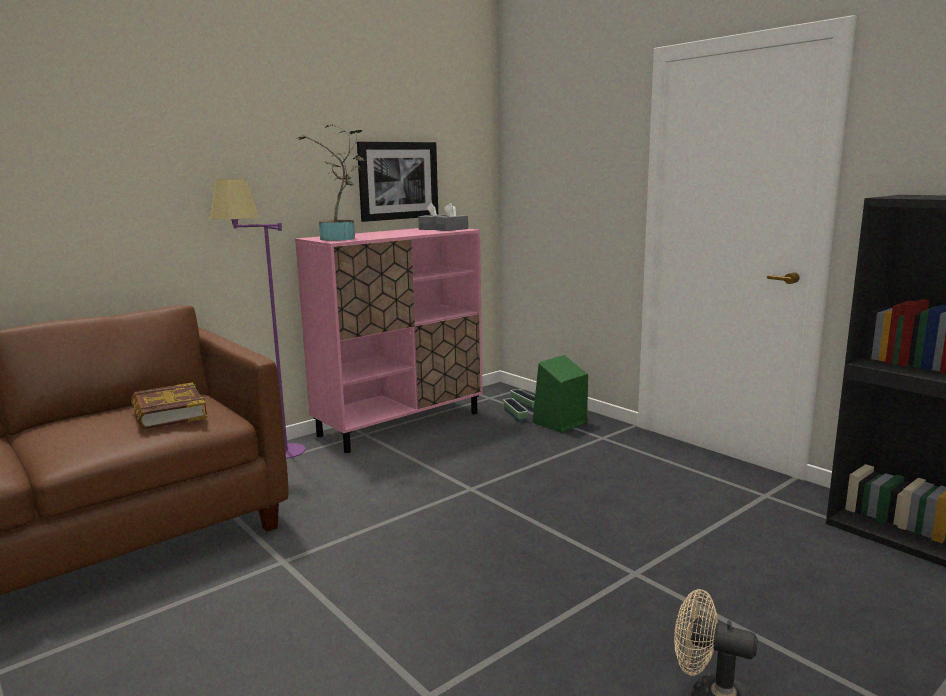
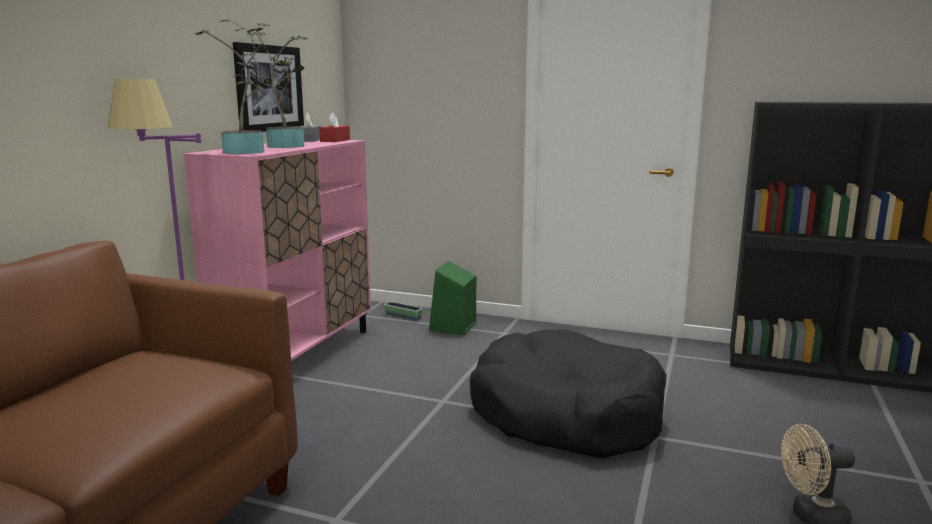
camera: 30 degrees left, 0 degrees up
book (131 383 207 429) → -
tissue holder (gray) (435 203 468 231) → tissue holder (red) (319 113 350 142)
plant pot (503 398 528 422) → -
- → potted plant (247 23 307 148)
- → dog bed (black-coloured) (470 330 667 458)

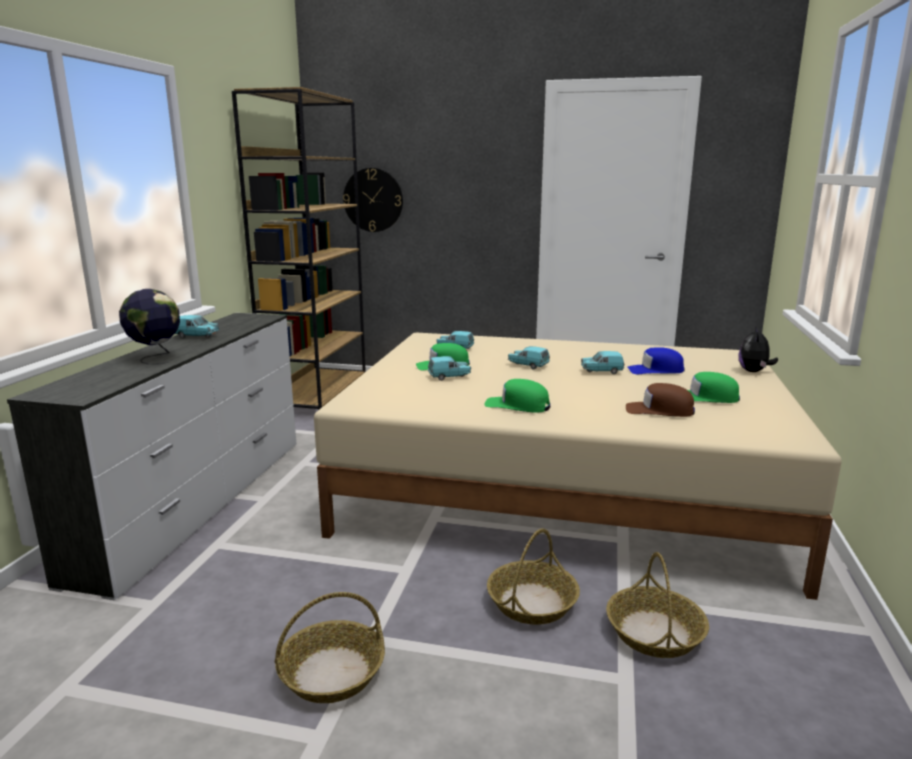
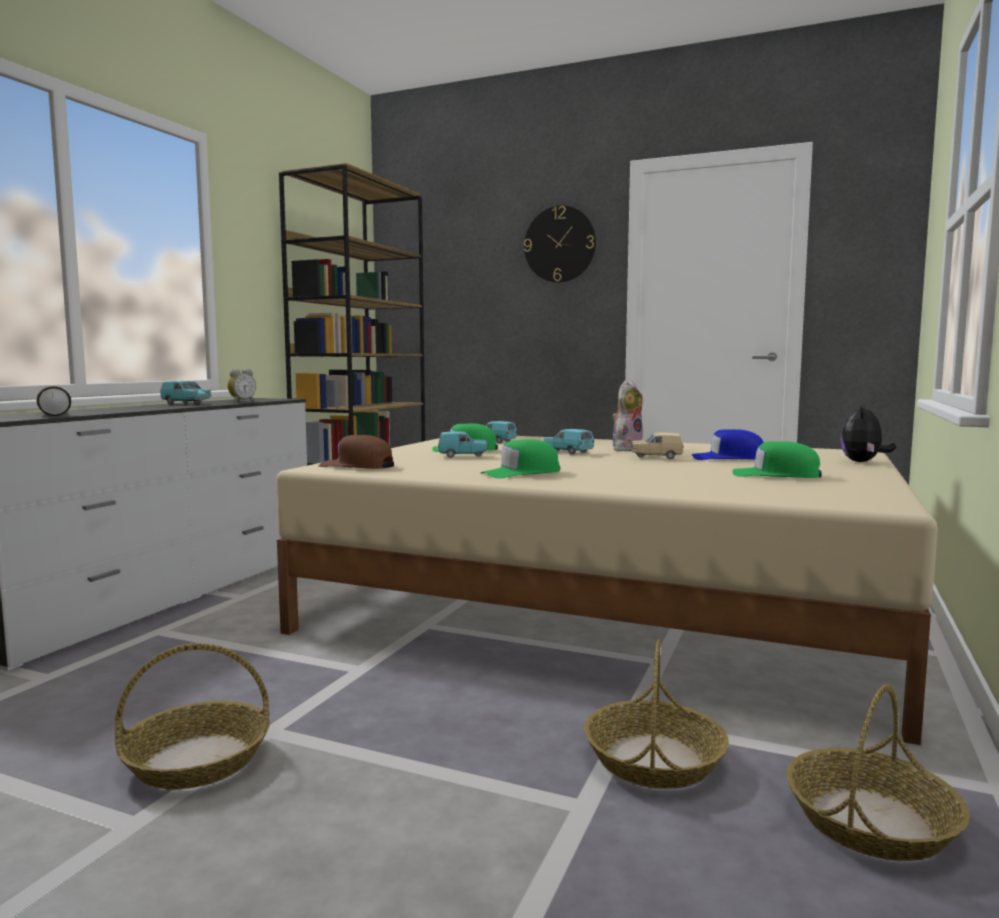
camera: 10 degrees right, 10 degrees down
globe (119 289 180 365) → -
hanging clock (343 168 403 232) → hanging clock (524 205 596 283), shifted
baseball cap (green) (484 379 550 413) → baseball cap (green) (481 439 560 478), 60 degrees counterclockwise
basket (487 528 580 625) → basket (786 684 970 861), shifted
toy car (turquoise) (581 351 624 374) → toy car (beige-coloured) (631 432 684 459)
baseball cap (brown-coloured) (626 383 695 417) → baseball cap (brown-coloured) (318 435 394 469), shifted
- → flashlight (36 386 71 416)
- → alarm clock (228 369 256 403)
- → plush toy (613 380 643 451)

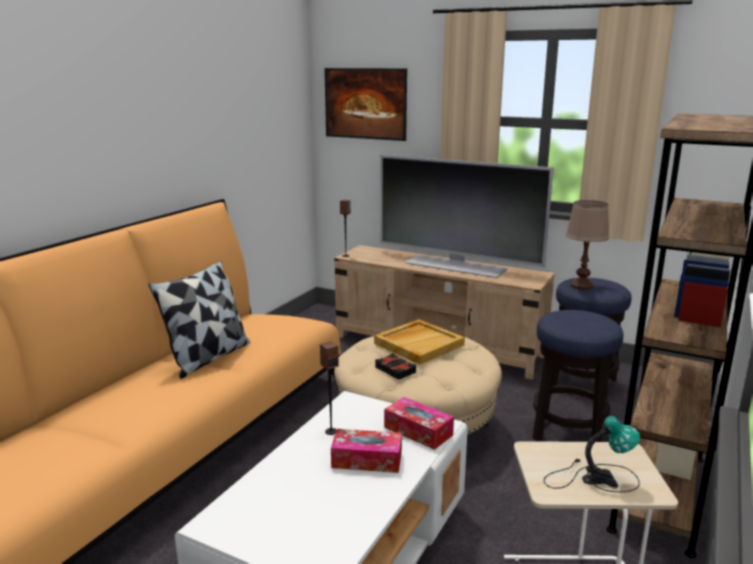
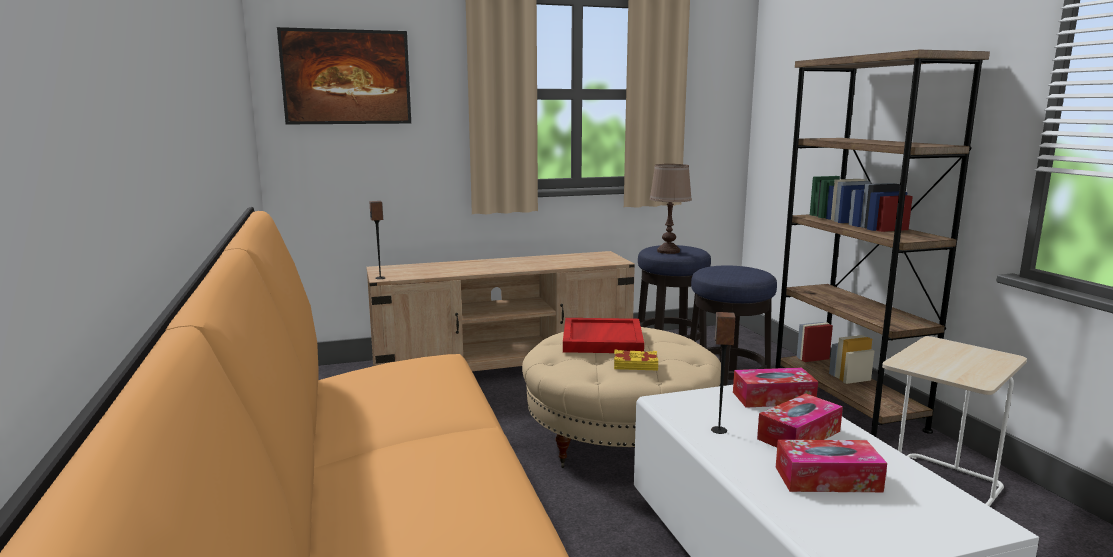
camera: 45 degrees left, 5 degrees down
cushion (148 261 250 379) → -
serving tray (beige-coloured) (374 319 465 365) → serving tray (red) (563 318 644 353)
book (black-coloured) (375 353 416 380) → book (yellow) (614 350 658 370)
TV set (380 155 554 278) → -
lamp for a table (544 416 640 492) → -
- → tissue holder (776 440 887 492)

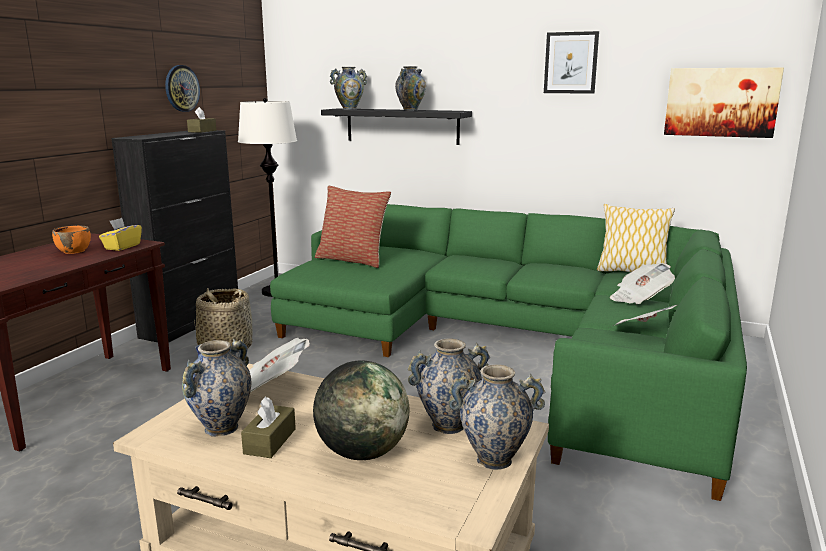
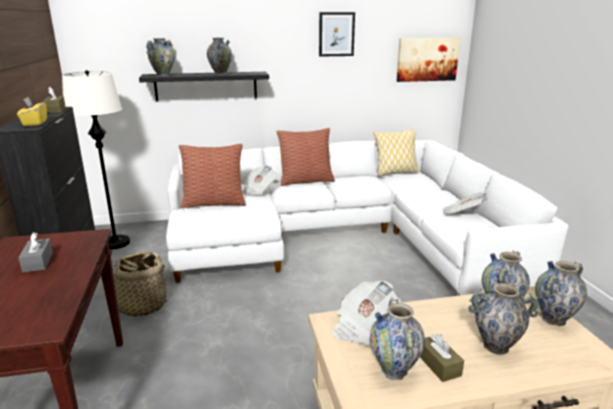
camera: 35 degrees left, 5 degrees up
bowl (orange) (52 226 91 254) → tissue holder (gray) (18 232 53 273)
tissue holder (yellow) (99 218 142 251) → tissue holder (yellow) (17 97 47 126), shifted
hanging clock (165 65 200 112) → -
couch (green) (270 204 747 501) → couch (whitish) (166 140 569 296)
globe (313 360 409 460) → decorative vase (469 283 540 355)
printed paper (610 263 675 304) → printed paper (242 166 277 195), shifted
- → cushion (276 128 335 186)

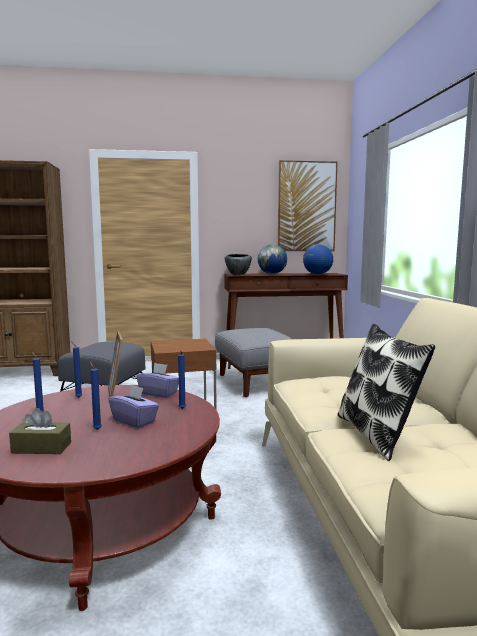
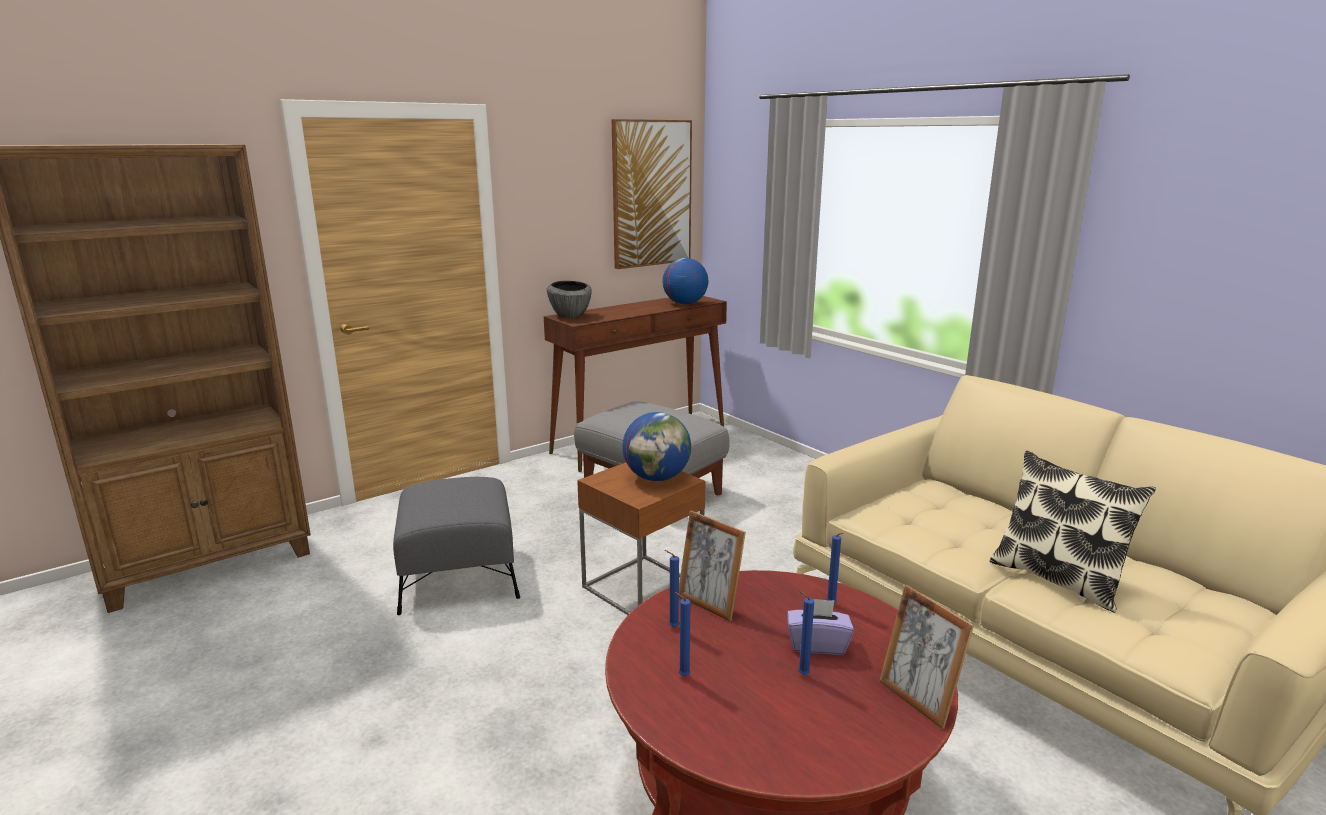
camera: 30 degrees left, 10 degrees up
tissue holder (brown-coloured) (9 408 71 454) → -
tissue holder (purple-coloured) (136 363 179 398) → -
globe (258 244 287 274) → globe (622 412 691 481), shifted
- → photo frame (879 585 974 729)

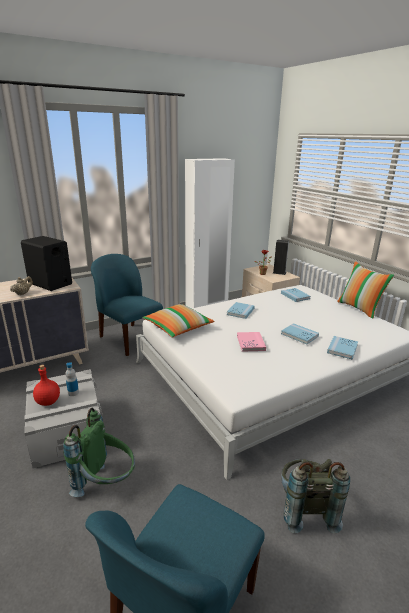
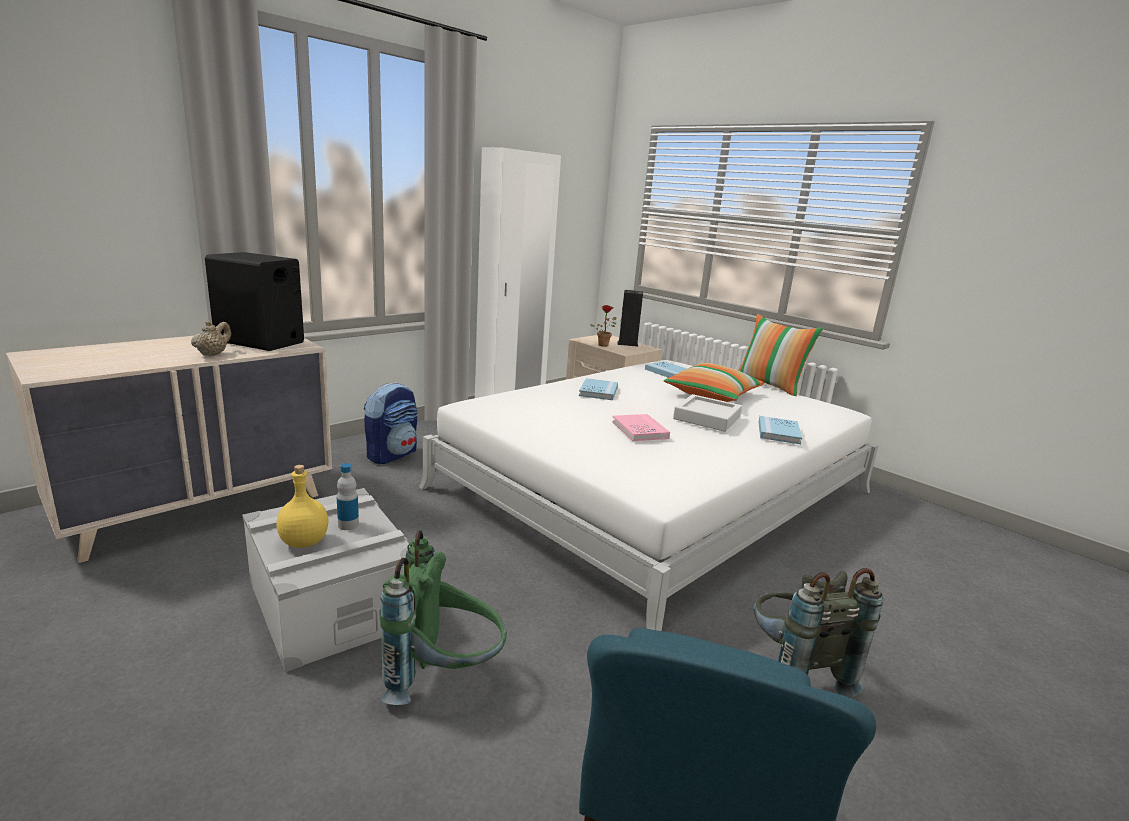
camera: 15 degrees left, 5 degrees down
bottle (red) (33 365 60 406) → bottle (yellow) (276 465 329 548)
plain chair (blue-coloured) (91 254 163 356) → backpack (364 382 418 464)
cushion (143 304 214 338) → cushion (664 363 764 402), shifted
book (blue-coloured) (281 323 319 344) → serving tray (gray) (673 394 742 432)

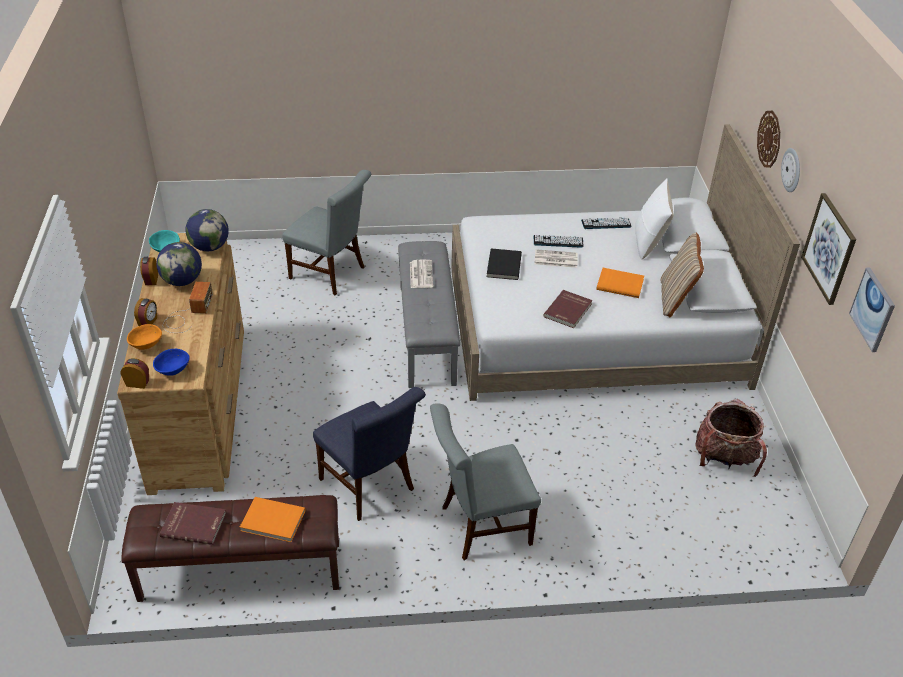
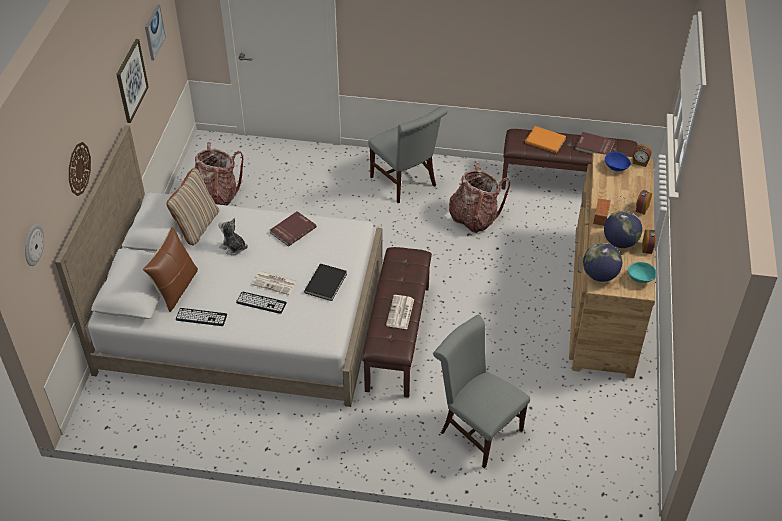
camera: 165 degrees left, 5 degrees up
bowl (orange) (127 324 162 350) → -
plain chair (blue-coloured) (313 387 426 521) → backpack (449 163 510 233)
indoor bench (gray) (398 241 460 388) → indoor bench (brown-coloured) (362 247 432 398)
plain chair (gray) (430 403 541 560) → plain chair (gray) (368 107 448 203), 60 degrees clockwise
book (orange) (596 268 644 298) → plush toy (218 218 248 255)
cushion (whitish) (635 179 674 259) → cushion (brown-coloured) (143 227 198 312)
hanging clock (781 148 800 192) → hanging clock (25 224 44 266), shifted

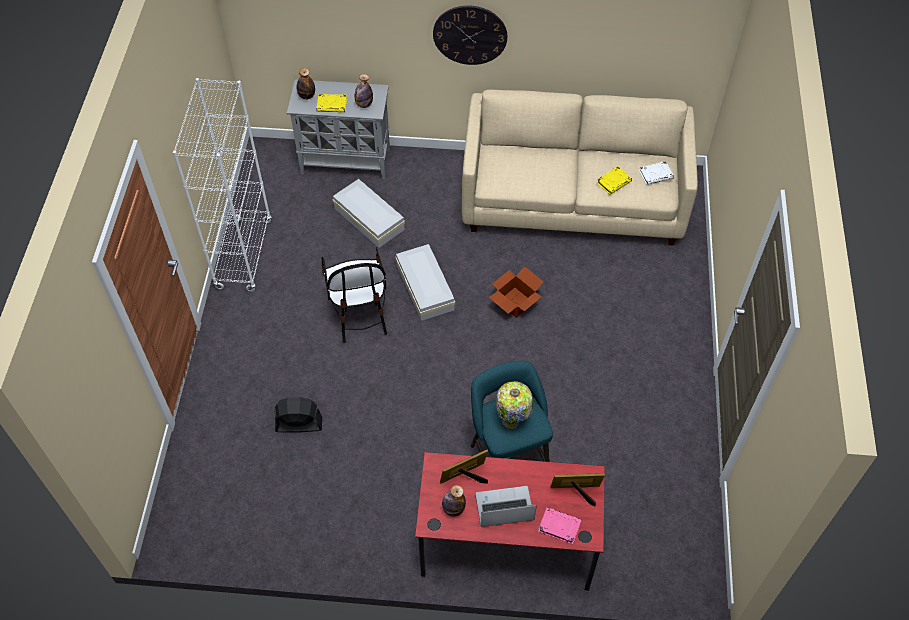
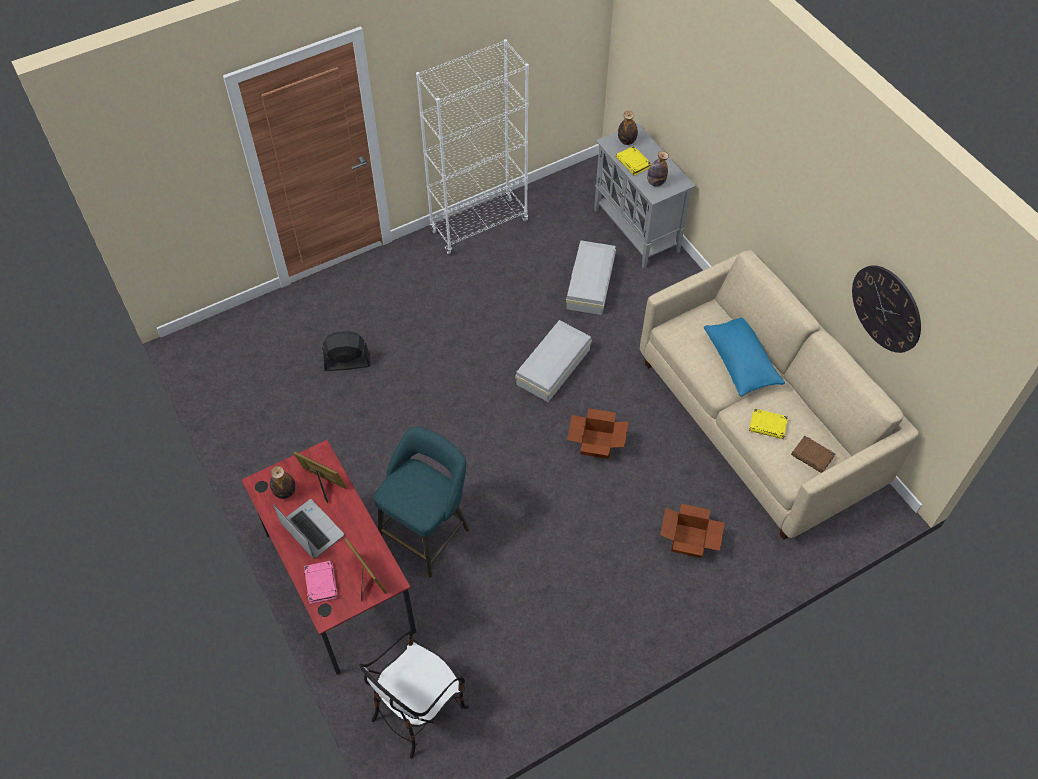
camera: 55 degrees right, 0 degrees up
fan (black-coloured) (274 397 322 433) → fan (black-coloured) (322 331 371 371), 60 degrees counterclockwise
plain chair (321 247 387 343) → plain chair (359 631 469 759), shifted
hanging clock (433 5 507 65) → hanging clock (852 265 921 353), shifted
lamp for a table (496 381 533 429) → -
book (whitish) (639 161 674 185) → book (brown-coloured) (791 436 835 473)
- → cardboard box (660 504 725 558)
- → cushion (blue-coloured) (704 317 785 397)

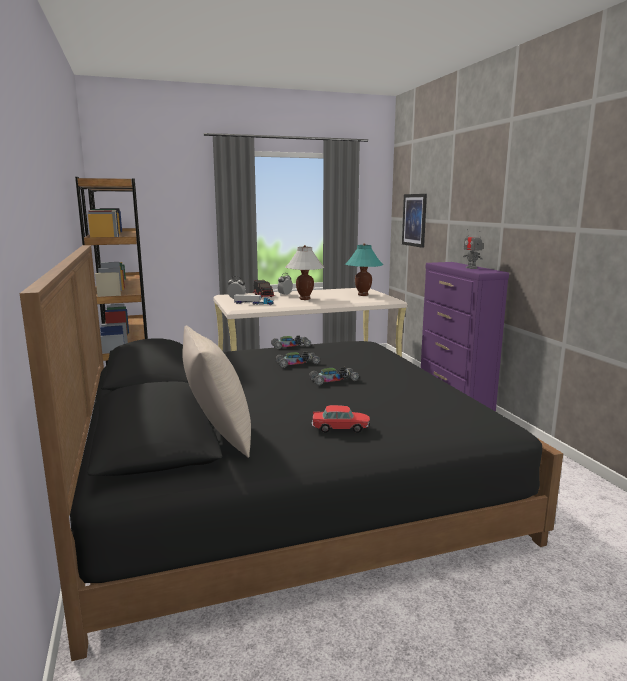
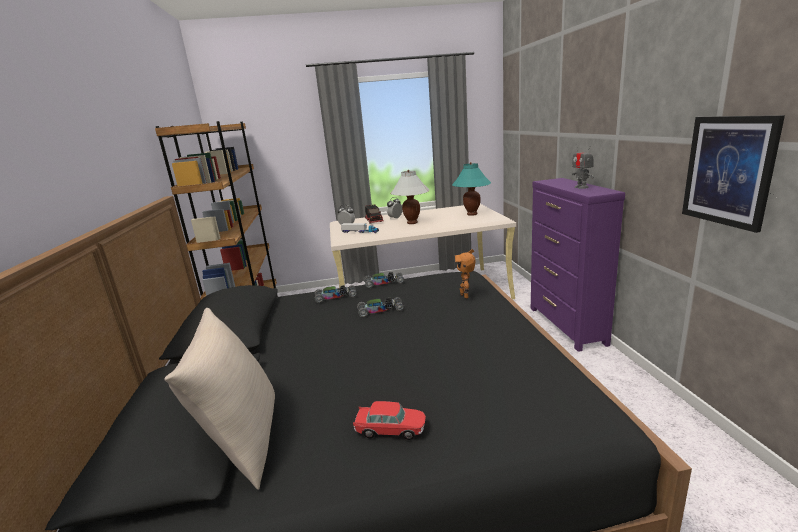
camera: 10 degrees right, 5 degrees up
toy car (309 367 359 386) → toy car (315 285 357 303), shifted
picture (402 194 427 248) → picture (682 115 785 233), shifted
- → model robot (455 249 476 299)

